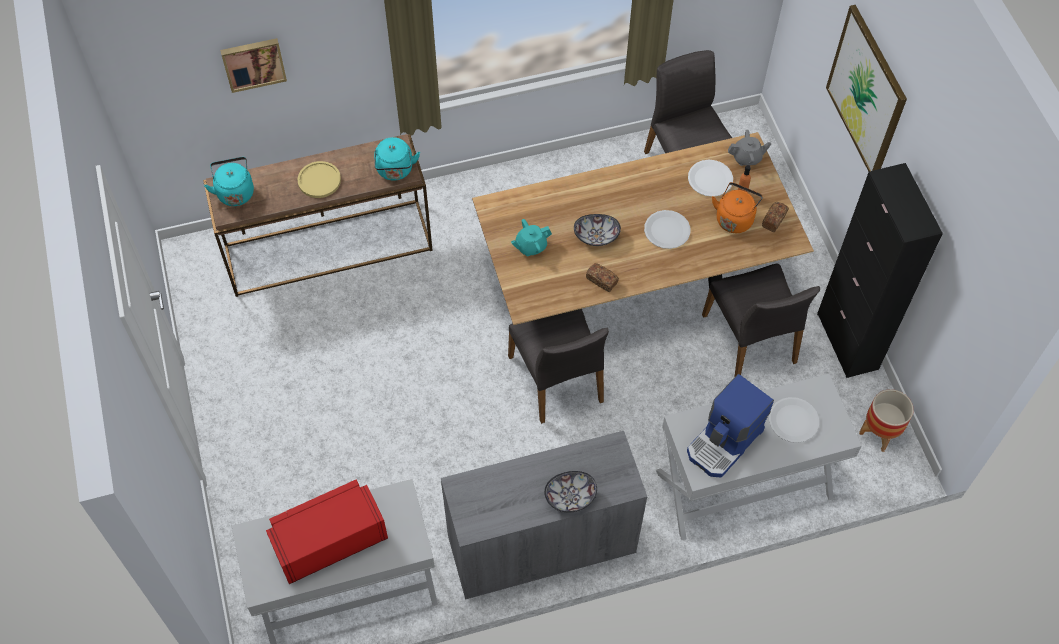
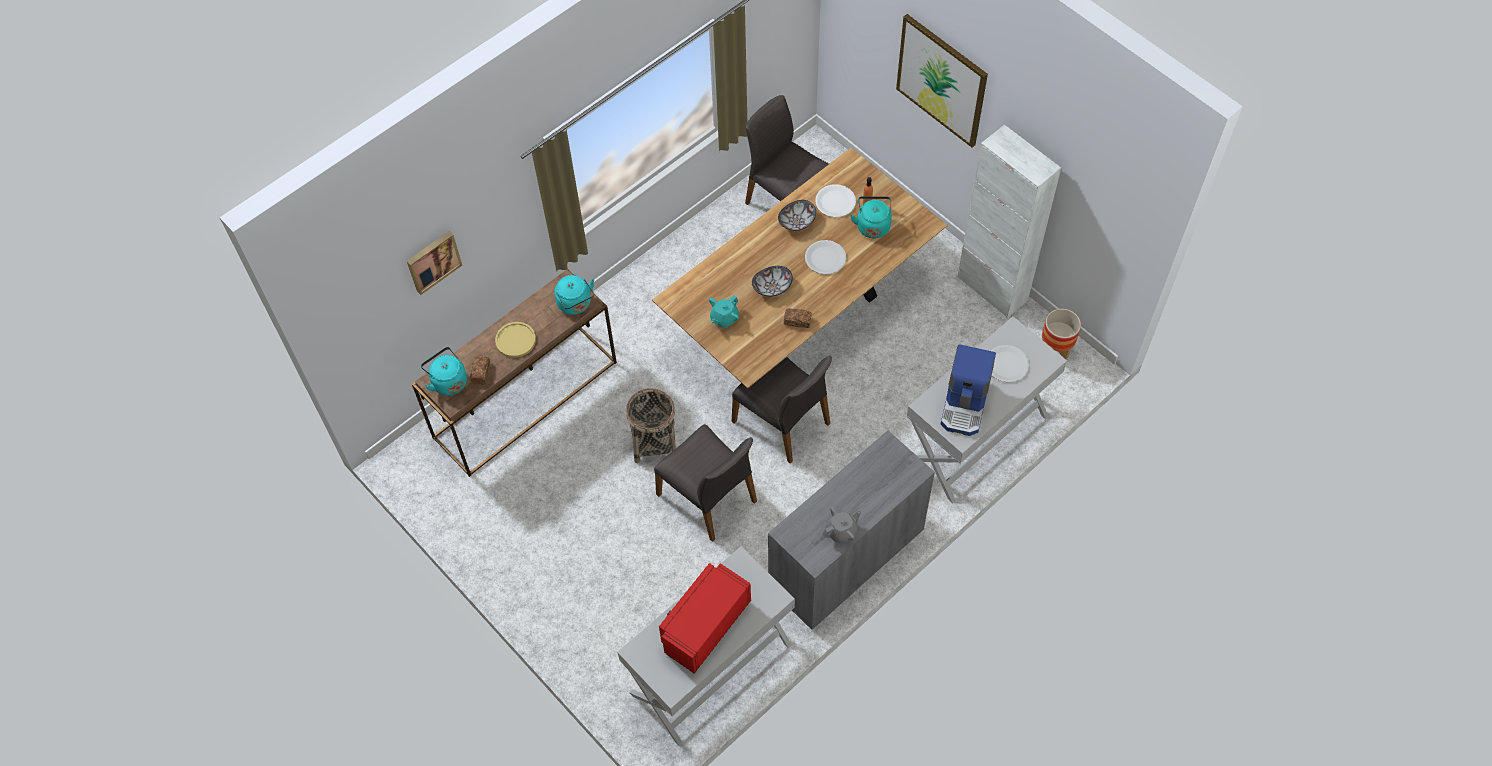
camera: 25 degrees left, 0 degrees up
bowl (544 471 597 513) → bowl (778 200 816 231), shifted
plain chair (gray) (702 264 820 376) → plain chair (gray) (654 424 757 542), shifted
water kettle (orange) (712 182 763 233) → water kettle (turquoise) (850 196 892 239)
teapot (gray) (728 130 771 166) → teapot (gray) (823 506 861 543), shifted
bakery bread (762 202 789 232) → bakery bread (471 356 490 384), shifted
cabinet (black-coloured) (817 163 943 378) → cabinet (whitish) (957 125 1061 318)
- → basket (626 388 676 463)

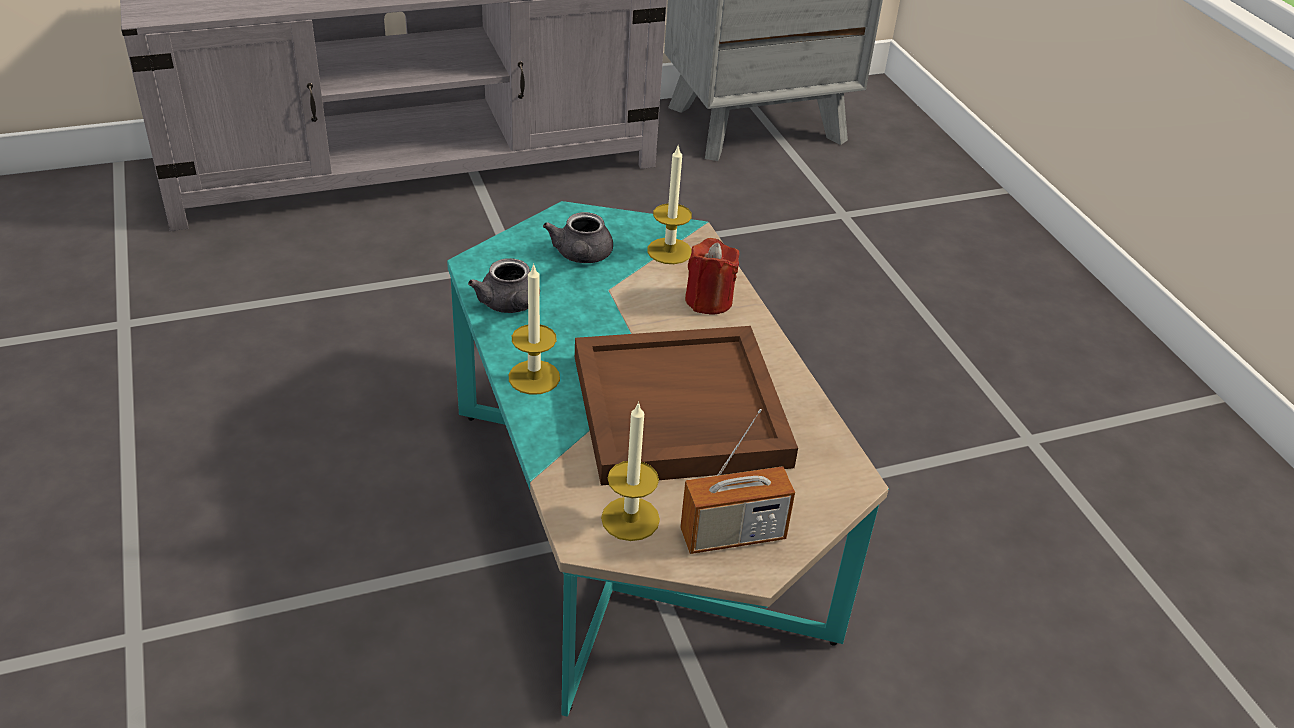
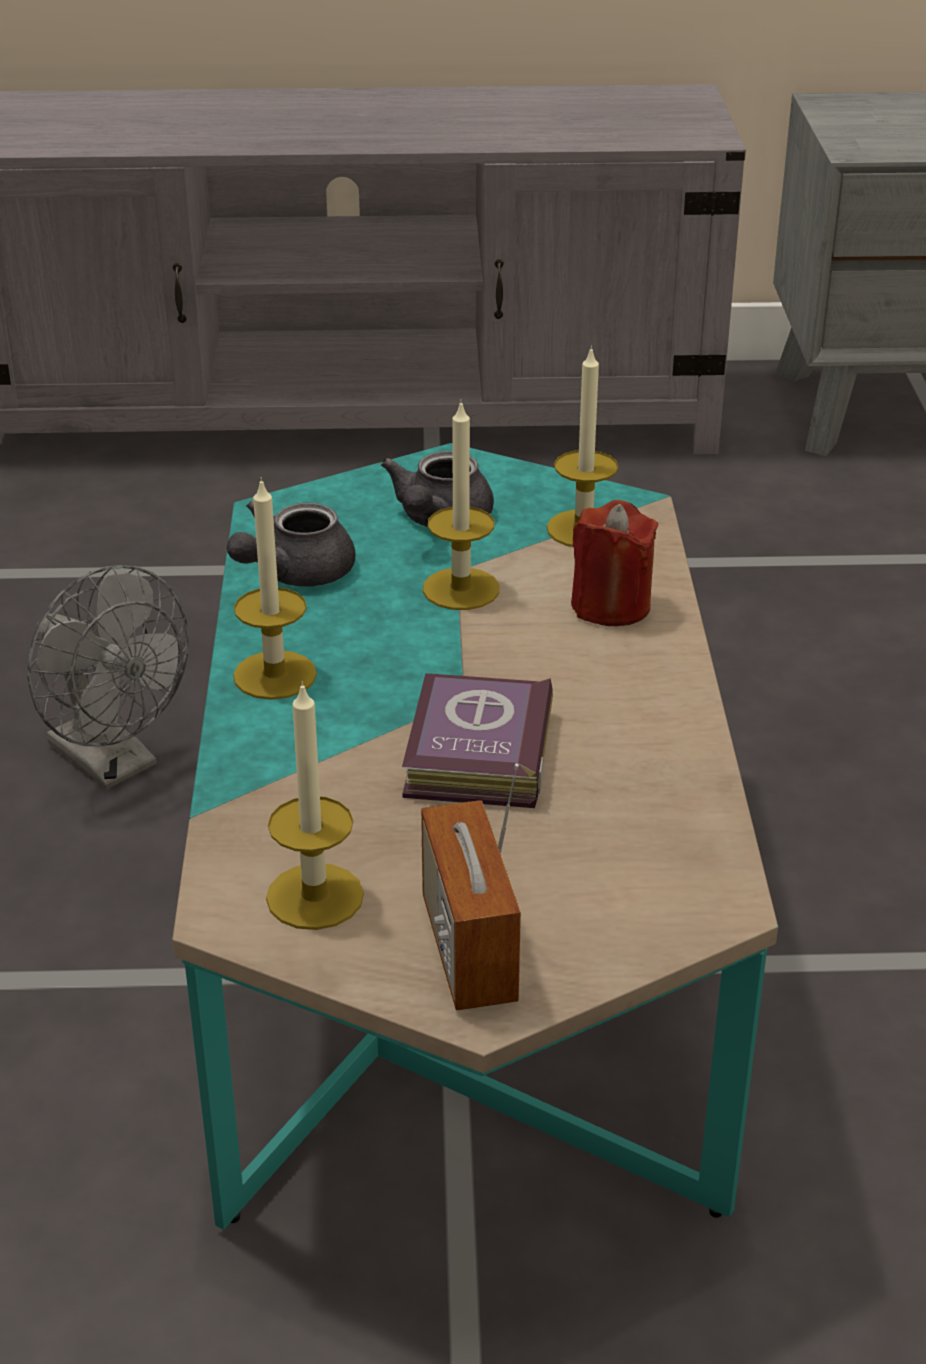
camera: 20 degrees right, 5 degrees down
teapot (gray) (468 258 530 313) → teapot (gray) (227 500 356 587), 45 degrees clockwise
serving tray (brown-coloured) (575 326 798 486) → book (402 673 553 808)
radio receiver (680 409 795 554) → radio receiver (421 763 521 1010), 75 degrees clockwise
- → fan (gray) (27 565 188 789)
- → wax candle (423 399 499 610)

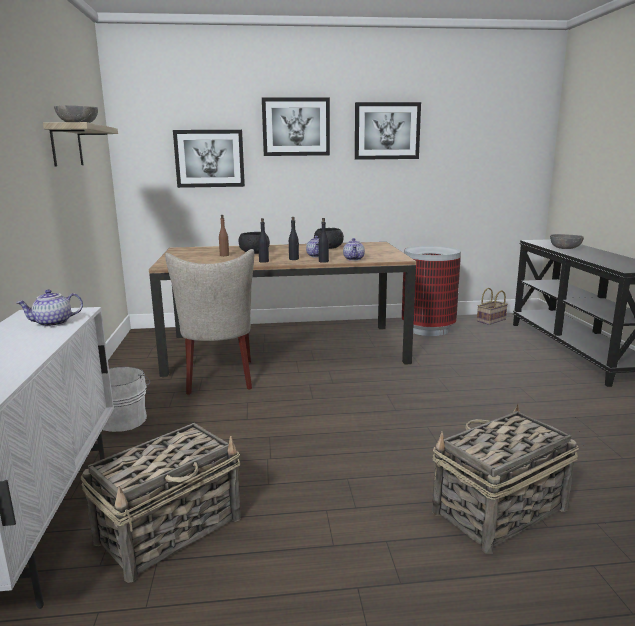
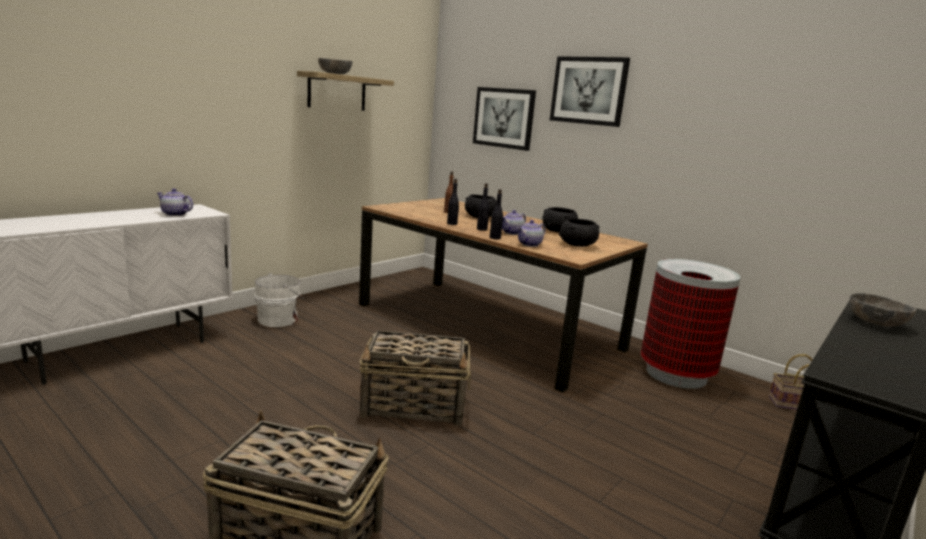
camera: 45 degrees right, 0 degrees up
basket (80 423 241 583) → basket (359 330 471 426), shifted
plain chair (beige-coloured) (165 249 254 395) → -
picture (355 102 421 160) → -
- → bowl (black-coloured) (559 218 599 247)

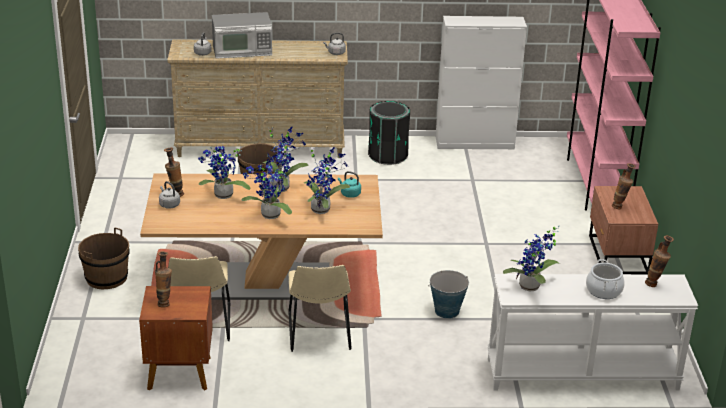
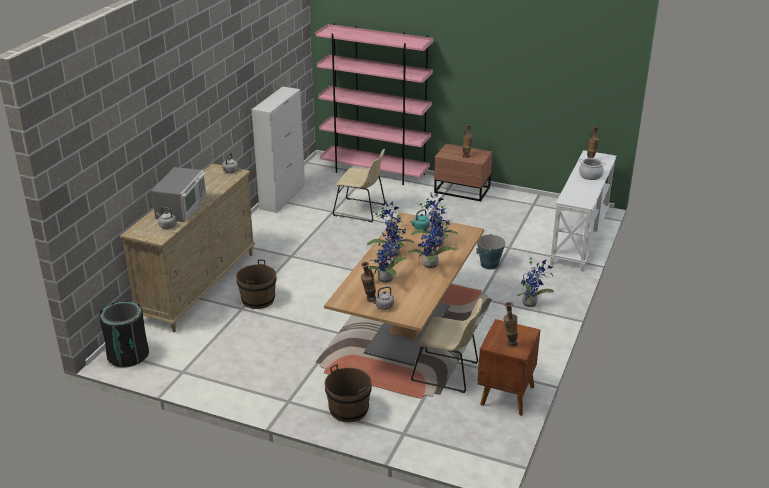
camera: 65 degrees left, 0 degrees up
plain chair (beige-coloured) (288 265 352 352) → plain chair (beige-coloured) (332 149 386 222), shifted
waste bin (black-coloured) (368 101 410 165) → waste bin (black-coloured) (99 301 149 368), shifted
potted plant (503 226 560 292) → potted plant (517 255 554 307), shifted

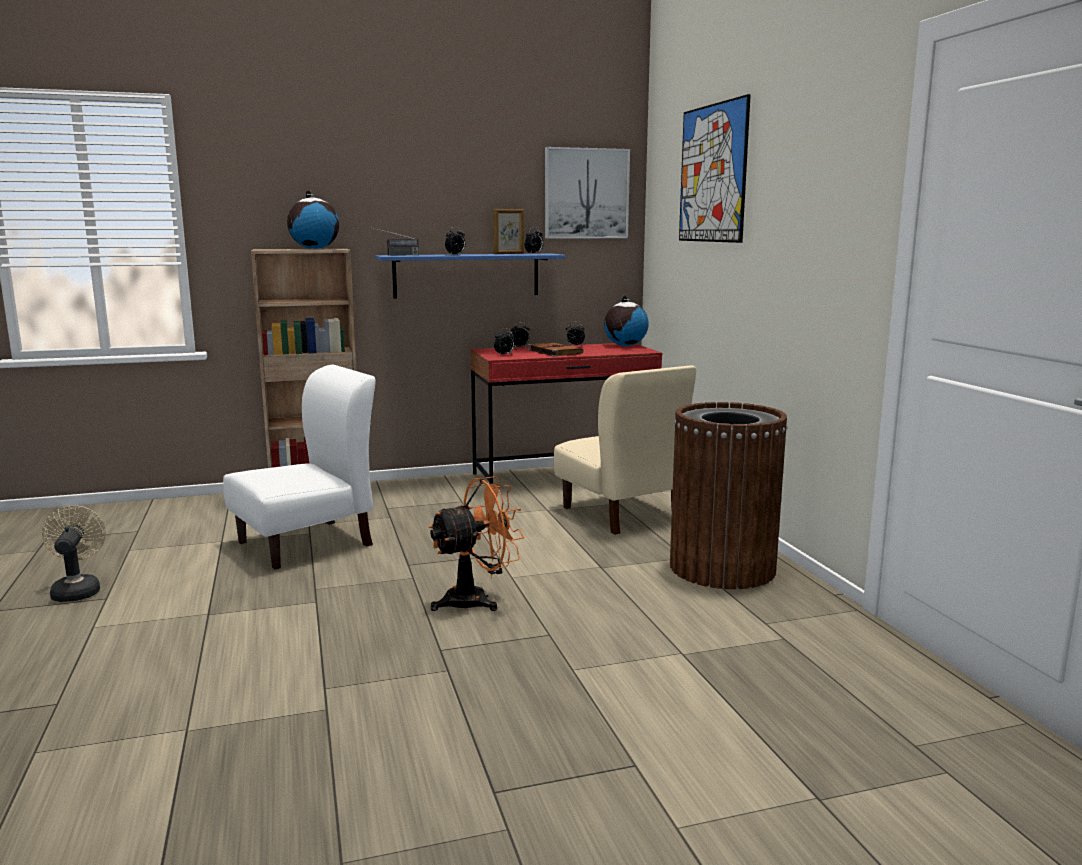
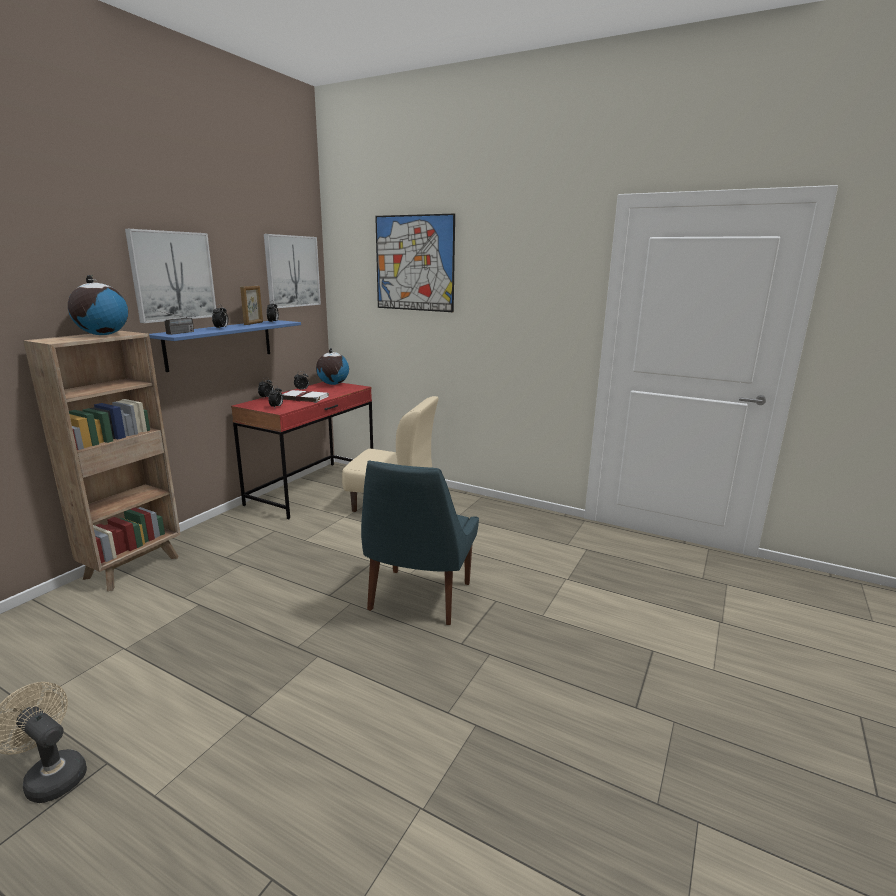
camera: 45 degrees left, 5 degrees up
plain chair (whitish) (223 364 376 570) → -
fan (orange) (429 476 524 611) → plain chair (blue-coloured) (361 461 479 625)
book (brown-coloured) (528 342 584 357) → book (whitish) (282 390 329 403)
waste bin (brown-coloured) (670 402 788 589) → -
- → picture (125 229 216 323)

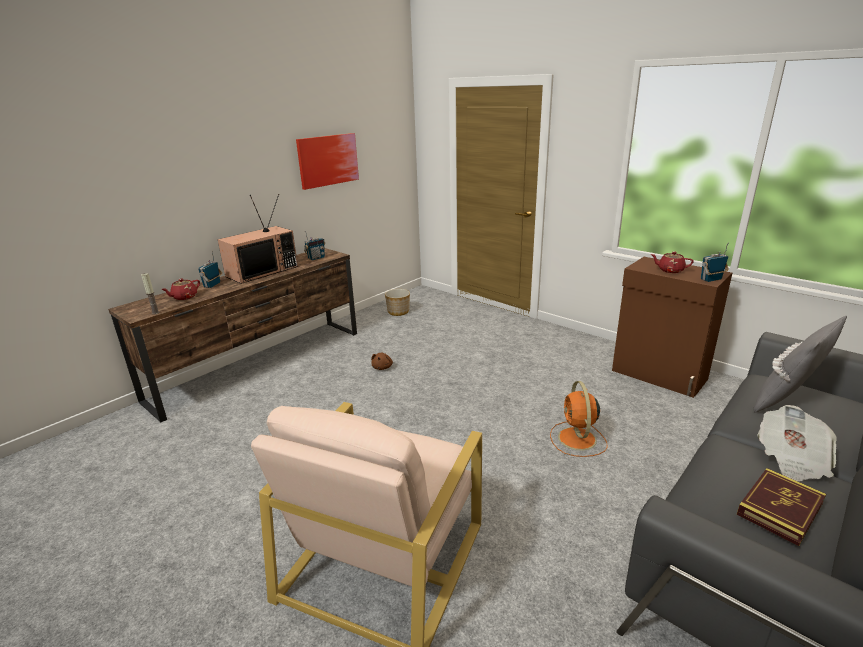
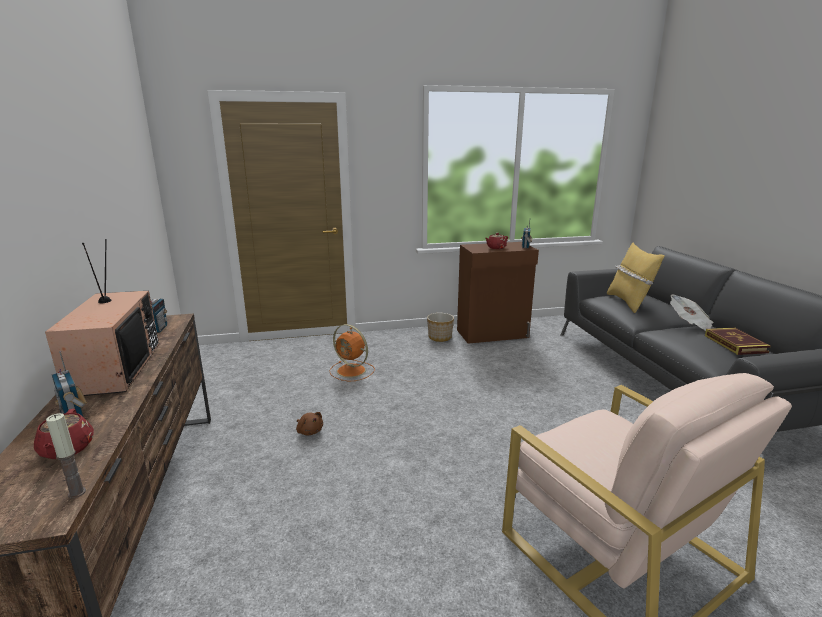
camera: 55 degrees left, 5 degrees down
picture (296 133 359 190) → -
plant pot (385 289 410 316) → plant pot (427 313 454 342), shifted
fan (orange) (550 381 607 457) → fan (orange) (330 324 375 381), shifted
cushion (gray) (753 316 847 413) → cushion (yellow) (607 242 665 313)

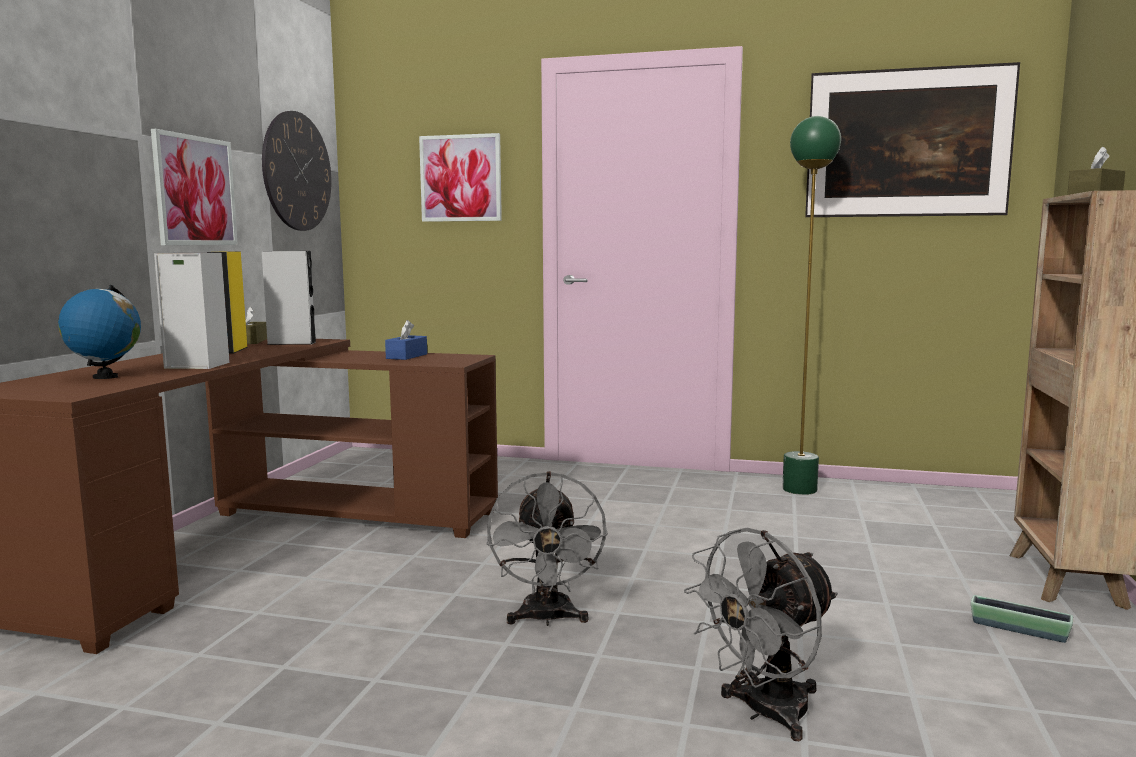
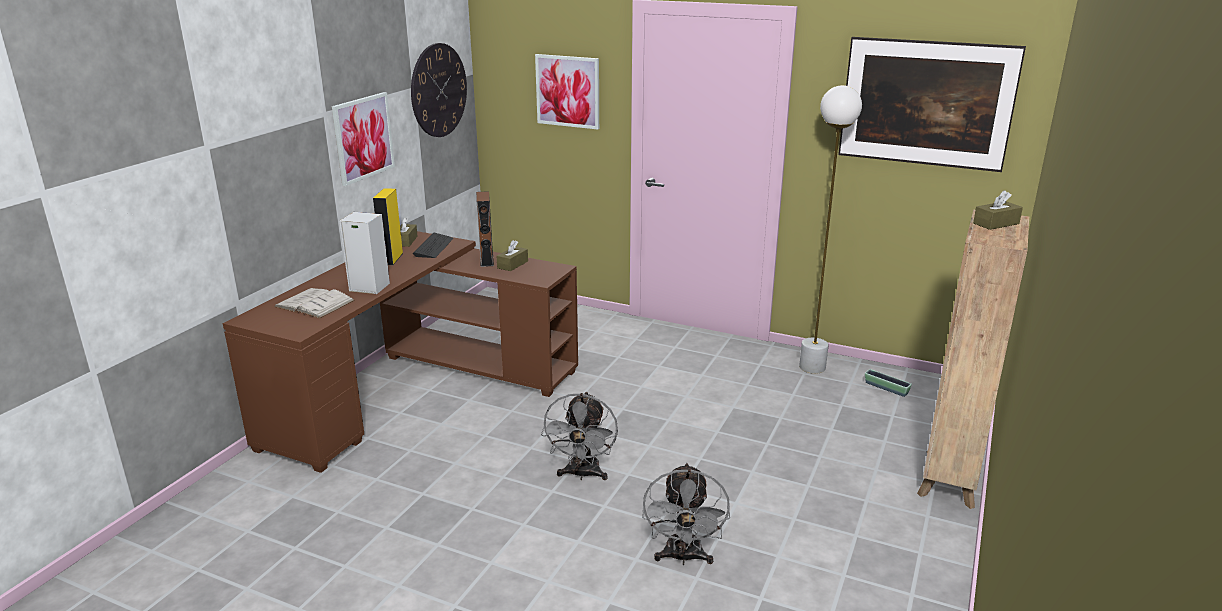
camera: 10 degrees right, 15 degrees up
globe (58 285 141 379) → book (whitish) (274 288 355 318)
audio speaker (gray) (262 251 316 345) → keyboard (413 233 453 258)
tissue holder (blue-coloured) (385 320 427 360) → tissue holder (brown-coloured) (497 240 528 271)
fan (gray) (684 528 838 741) → fan (gray) (642 463 730 565), 60 degrees counterclockwise
floor lamp (green) (782 116 841 495) → floor lamp (whitish) (799 85 862 374)
plant pot (971 595 1073 643) → plant pot (865 369 912 397), shifted
- → audio speaker (brown-coloured) (476 191 494 267)

